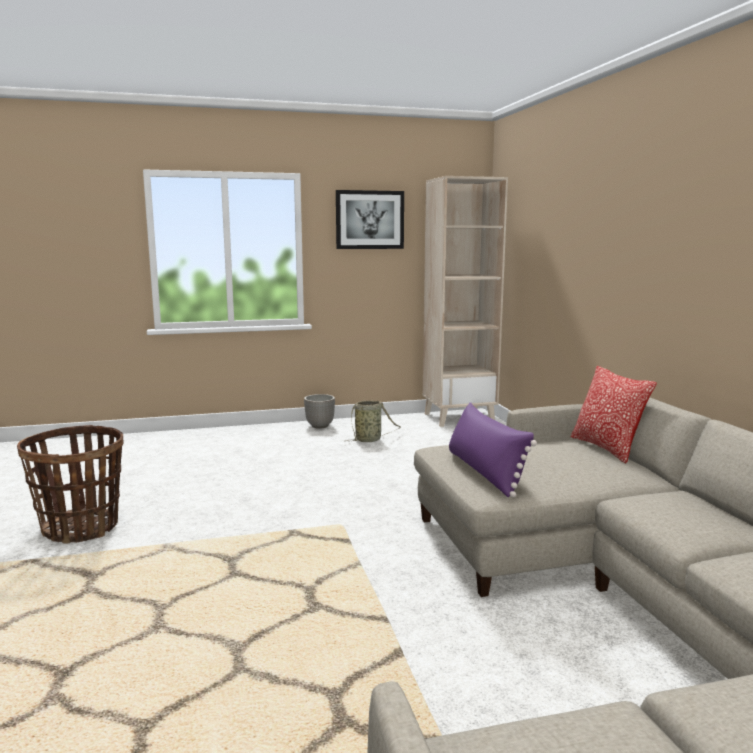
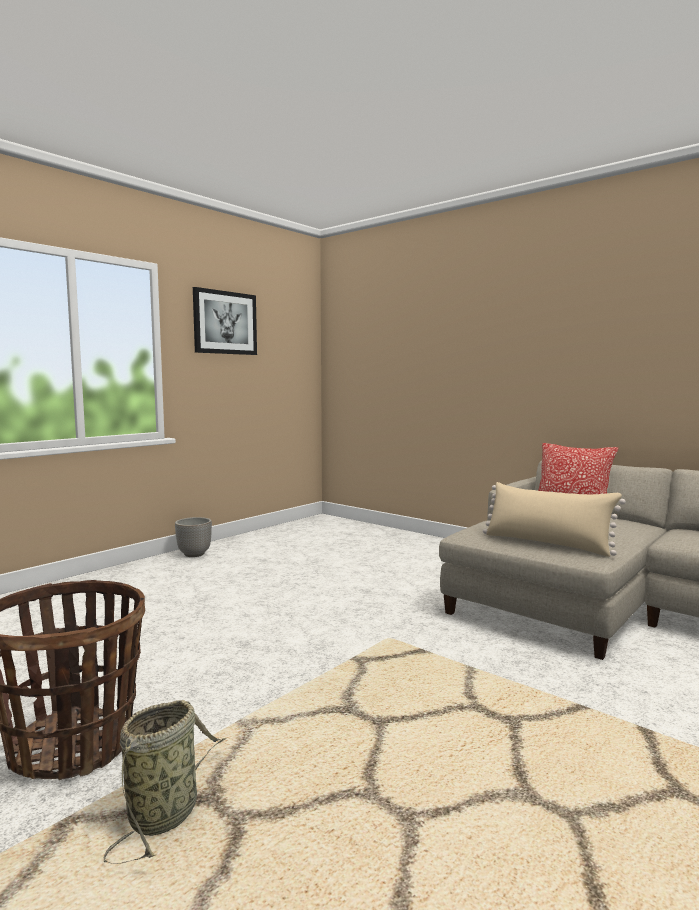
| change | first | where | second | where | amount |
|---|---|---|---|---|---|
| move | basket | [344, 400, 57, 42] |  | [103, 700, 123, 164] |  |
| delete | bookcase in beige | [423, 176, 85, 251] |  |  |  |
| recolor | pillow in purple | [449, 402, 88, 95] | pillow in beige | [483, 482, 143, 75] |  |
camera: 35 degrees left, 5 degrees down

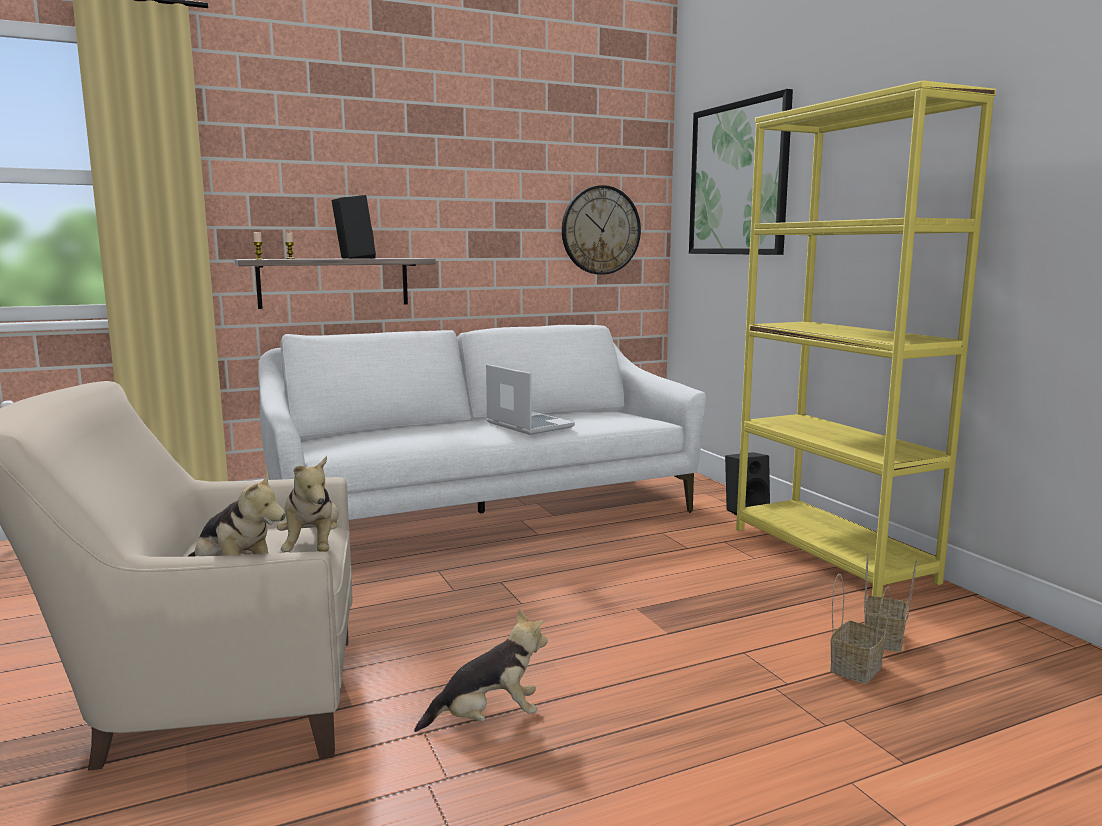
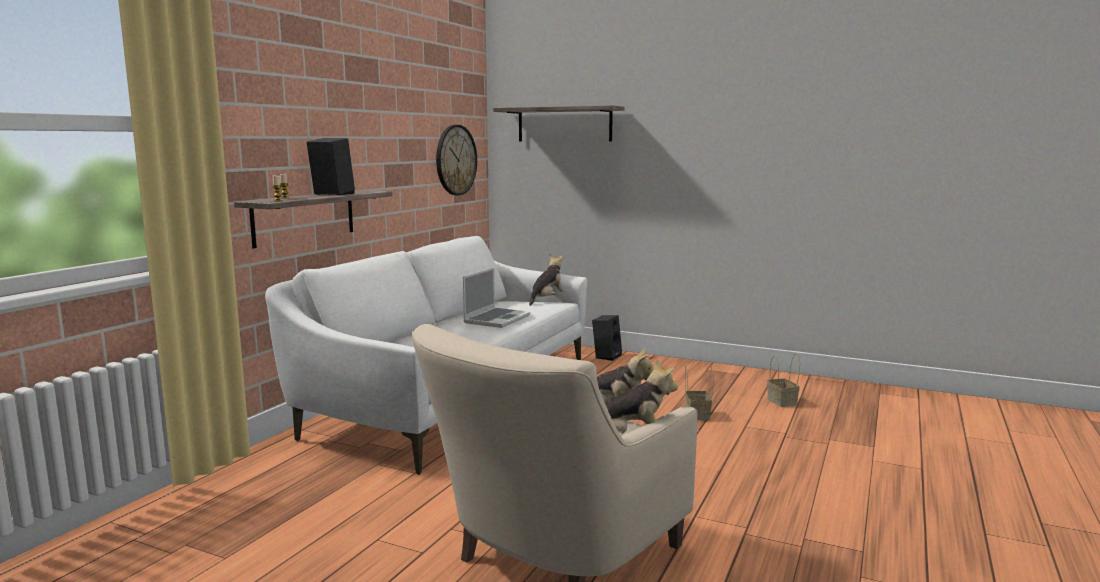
| change | first | where | second | where | amount |
|---|---|---|---|---|---|
| move | plush toy | [414, 609, 134, 123] |  | [529, 254, 34, 52] |  |
| rotate | laptop | [486, 364, 89, 71] |  | [463, 268, 67, 60] | 105 degrees clockwise |
| replace | picture | [689, 89, 104, 166] | shelf | [493, 105, 132, 37] |  |
| delete | bookcase in yellow | [736, 80, 260, 517] |  |  |  |
| move | basket | [830, 574, 60, 110] |  | [685, 365, 29, 55] |  |
camera: 40 degrees left, 0 degrees up

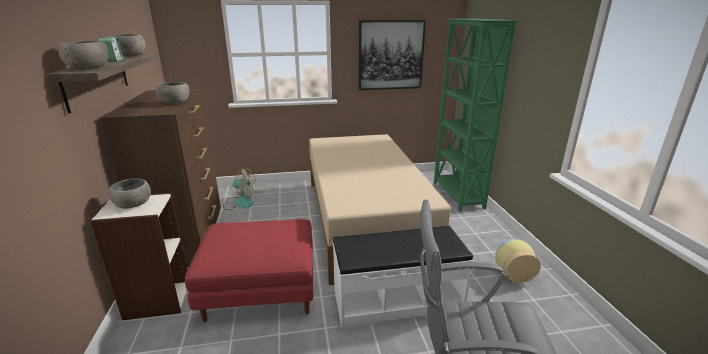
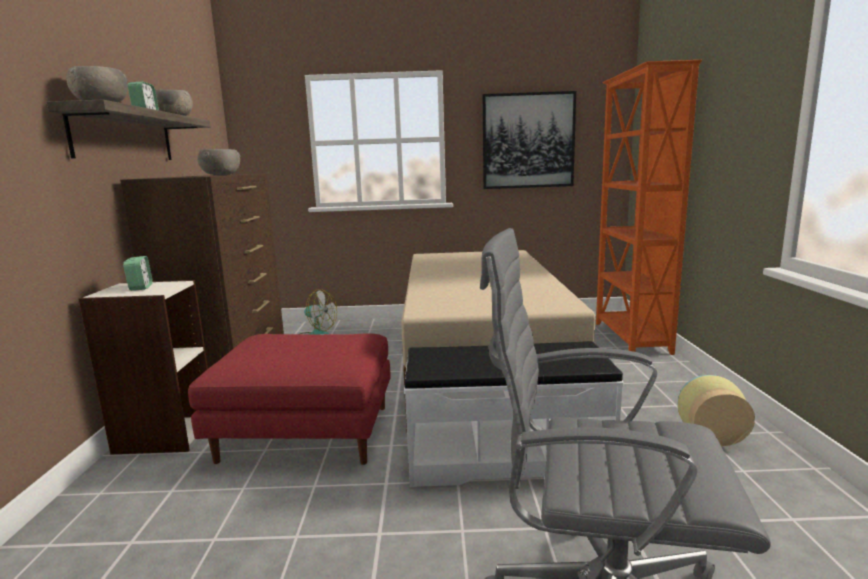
| change | first | where | second | where | amount |
|---|---|---|---|---|---|
| replace | bowl in grey | [108, 179, 43, 30] | alarm clock | [123, 256, 30, 35] |  |
| recolor | bookcase in green | [434, 19, 84, 193] | bookcase in orange | [596, 60, 106, 295] |  |
camera: 10 degrees right, 10 degrees down

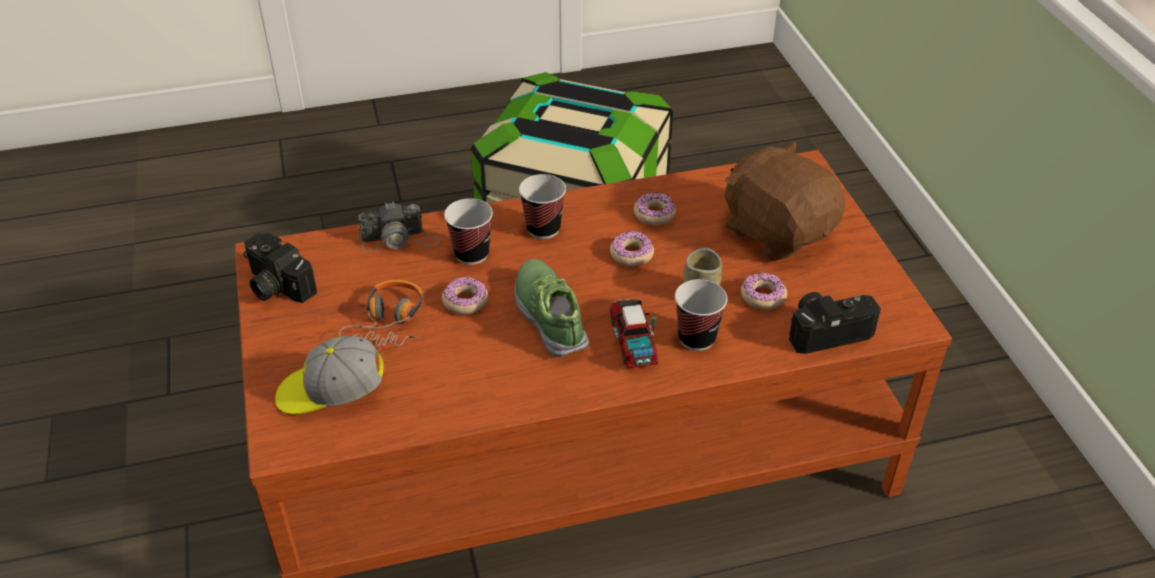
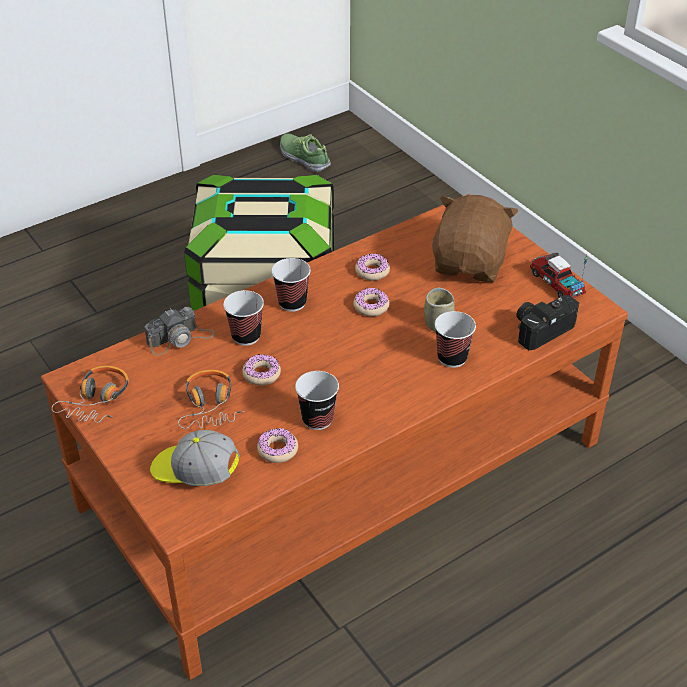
| change | first | where | second | where | amount |
|---|---|---|---|---|---|
| replace | photo camera | [243, 233, 74, 70] | headphones | [52, 365, 77, 58] |  |
| rotate | cap | [275, 336, 109, 79] |  | [150, 430, 90, 56] | 45 degrees clockwise |
| move | shoe | [514, 259, 75, 99] |  | [280, 133, 51, 40] |  |
| move | toy truck | [609, 299, 49, 70] |  | [530, 252, 58, 46] |  |
| rotate | plush toy in brown | [724, 141, 121, 120] |  | [432, 195, 86, 87] | 75 degrees clockwise |
| move | donut | [741, 272, 46, 38] |  | [257, 428, 41, 35] |  |
| insert |  |  | cup | [295, 371, 44, 59] |  |
camera: 20 degrees left, 0 degrees up

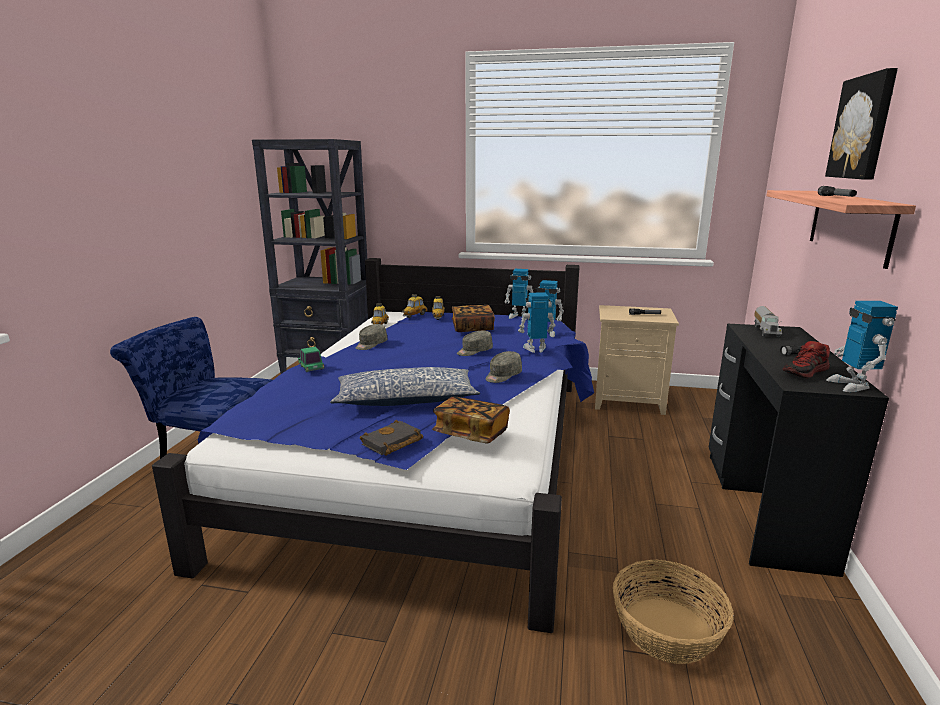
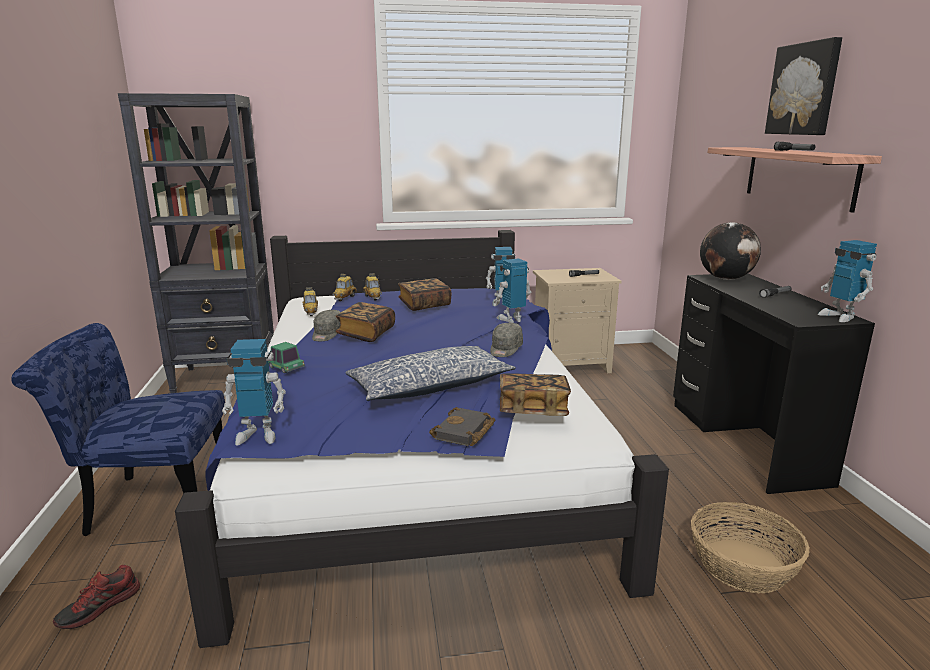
| change | first | where | second | where | amount |
|---|---|---|---|---|---|
| delete | cap in grey | [457, 331, 36, 25] |  |  |  |
| move | toy robot | [504, 269, 29, 51] |  | [222, 339, 64, 106] |  |
| replace | toy truck | [754, 306, 28, 31] | globe | [700, 222, 61, 58] |  |
| move | shoe | [782, 341, 48, 37] |  | [53, 565, 87, 64] |  |
| insert |  |  | book | [336, 302, 59, 40] |  |
camera: 20 degrees left, 0 degrees up

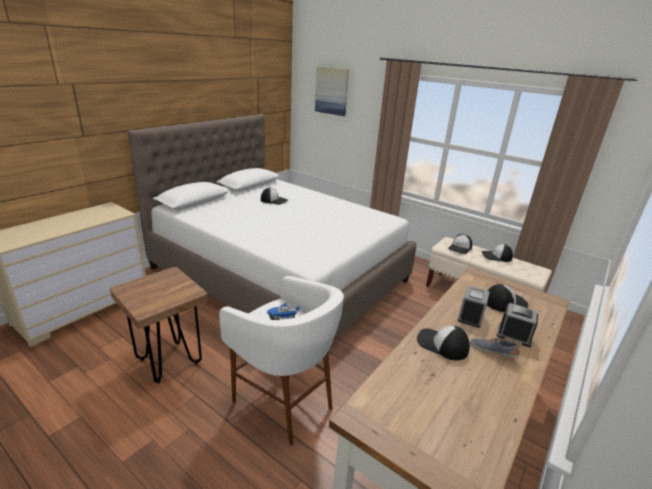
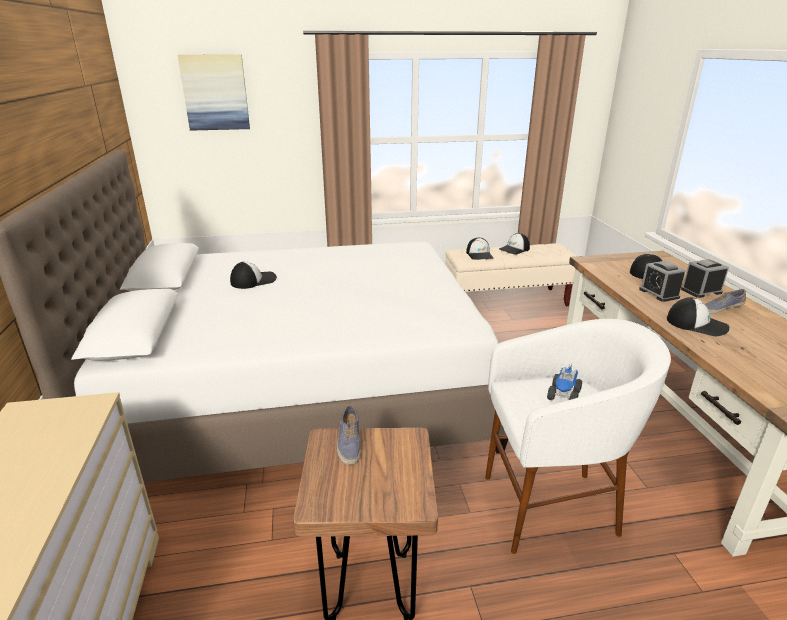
| change | first | where | second | where | amount |
|---|---|---|---|---|---|
| rotate | cap | [417, 325, 53, 35] |  | [667, 297, 63, 40] | 135 degrees counterclockwise |
| insert |  |  | shoe | [337, 404, 23, 61] |  |
camera: 45 degrees left, 0 degrees up

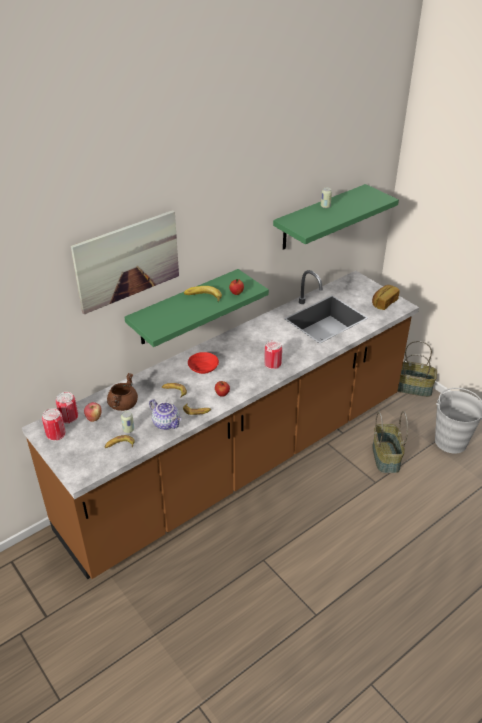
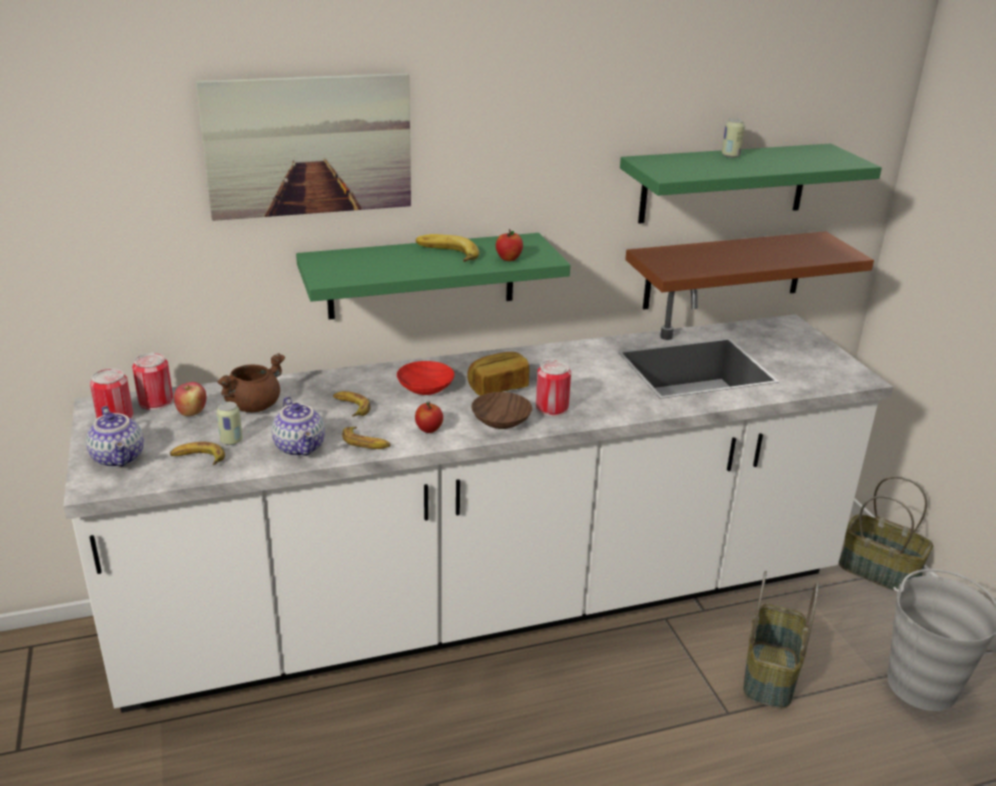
| change | first | where | second | where | amount |
|---|---|---|---|---|---|
| recolor | counter in brown | [22, 270, 397, 310] | counter in white | [63, 289, 830, 424] |  |
| move | bread | [372, 285, 28, 25] |  | [467, 352, 62, 44] |  |
| insert |  |  | teapot | [86, 406, 58, 62] |  |
| insert |  |  | bowl in brown | [471, 392, 61, 37] |  |
| insert |  |  | shelf in brown | [625, 231, 249, 79] |  |
camera: 20 degrees right, 10 degrees down

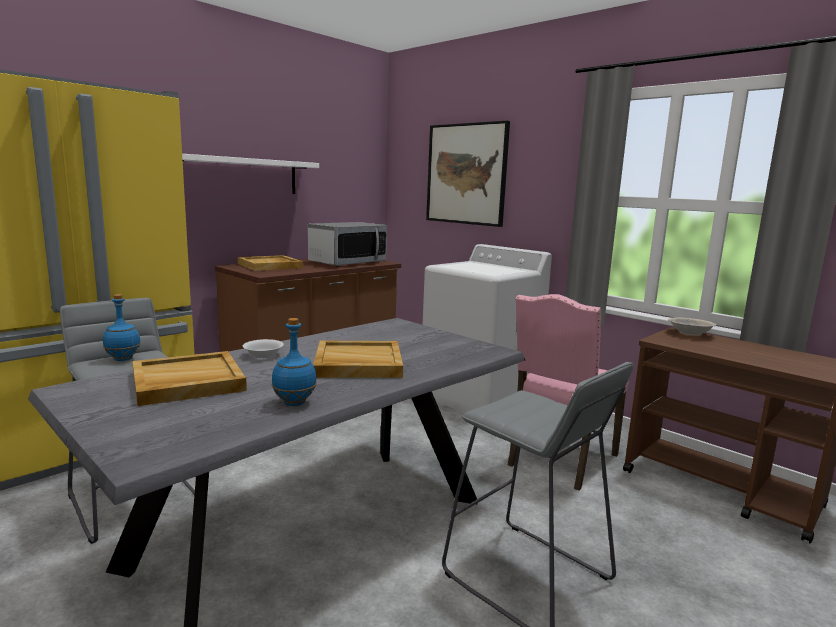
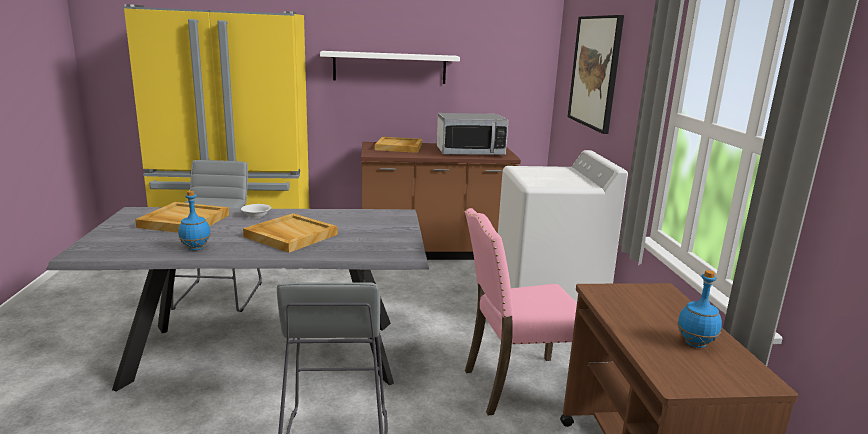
| change | first | where | second | where | amount |
|---|---|---|---|---|---|
| move | bottle in blue | [103, 294, 38, 67] |  | [678, 270, 44, 78] |  |
| delete | bowl in beige | [668, 317, 49, 19] |  |  |  |
camera: 40 degrees right, 5 degrees up

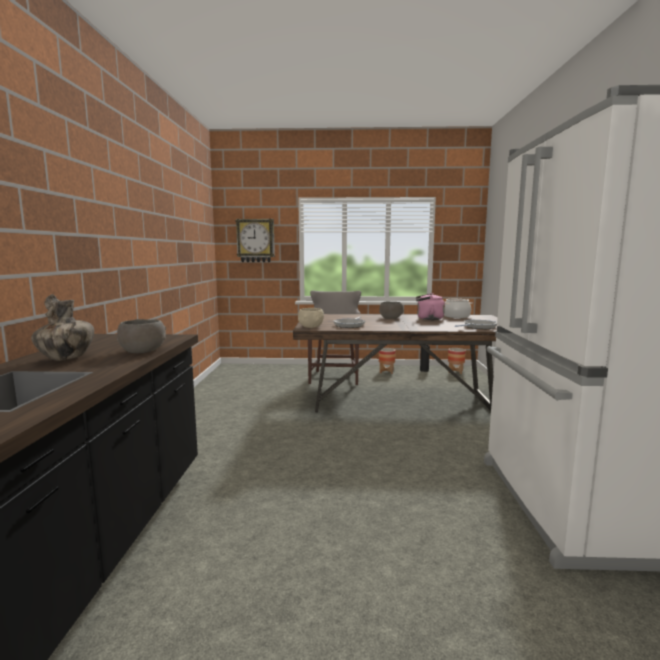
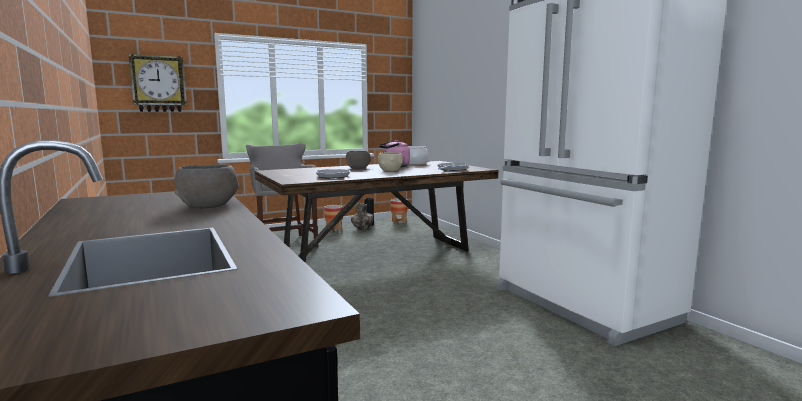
| change | first | where | second | where | amount |
|---|---|---|---|---|---|
| move | vase | [31, 294, 63, 67] |  | [351, 202, 23, 28] |  |
| move | bowl in beige | [298, 308, 26, 20] |  | [378, 152, 25, 19] |  |
camera: 30 degrees left, 0 degrees up

